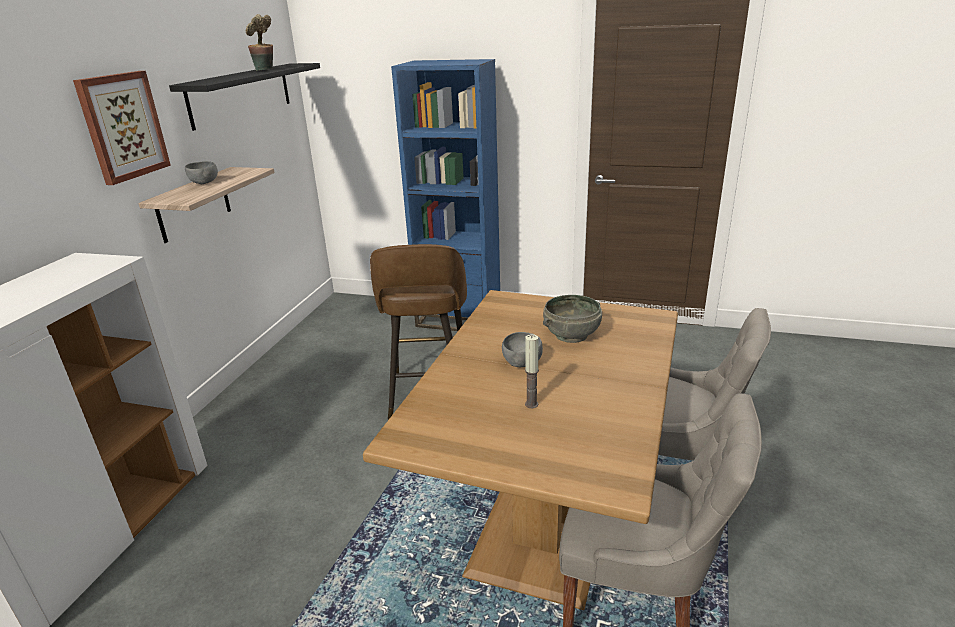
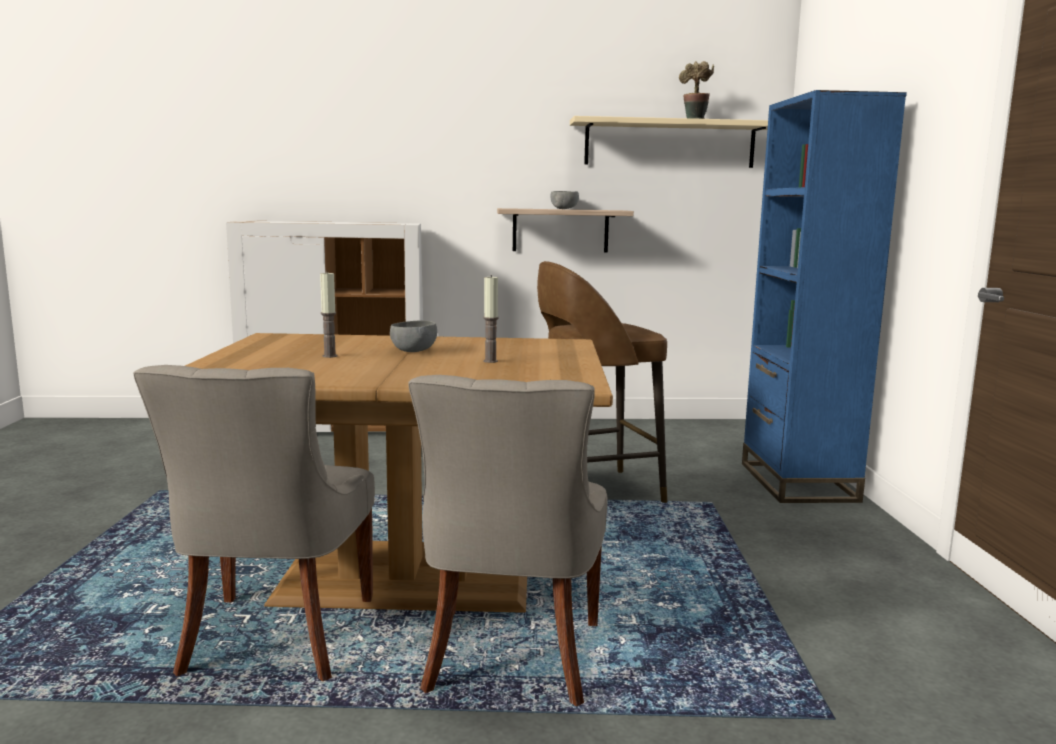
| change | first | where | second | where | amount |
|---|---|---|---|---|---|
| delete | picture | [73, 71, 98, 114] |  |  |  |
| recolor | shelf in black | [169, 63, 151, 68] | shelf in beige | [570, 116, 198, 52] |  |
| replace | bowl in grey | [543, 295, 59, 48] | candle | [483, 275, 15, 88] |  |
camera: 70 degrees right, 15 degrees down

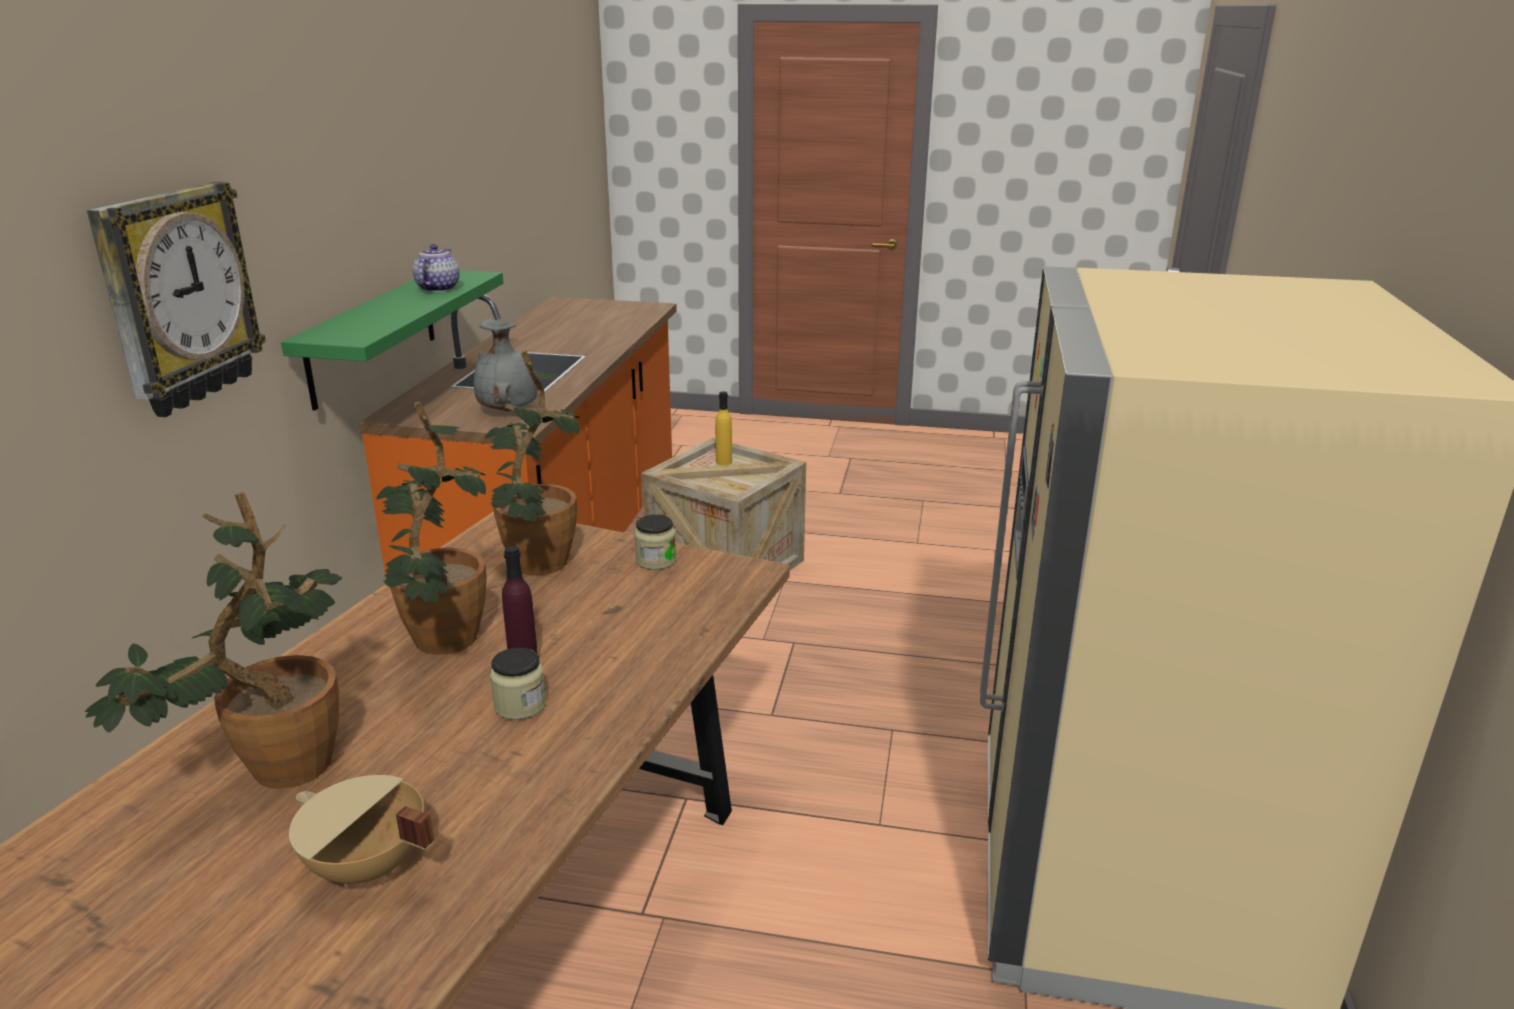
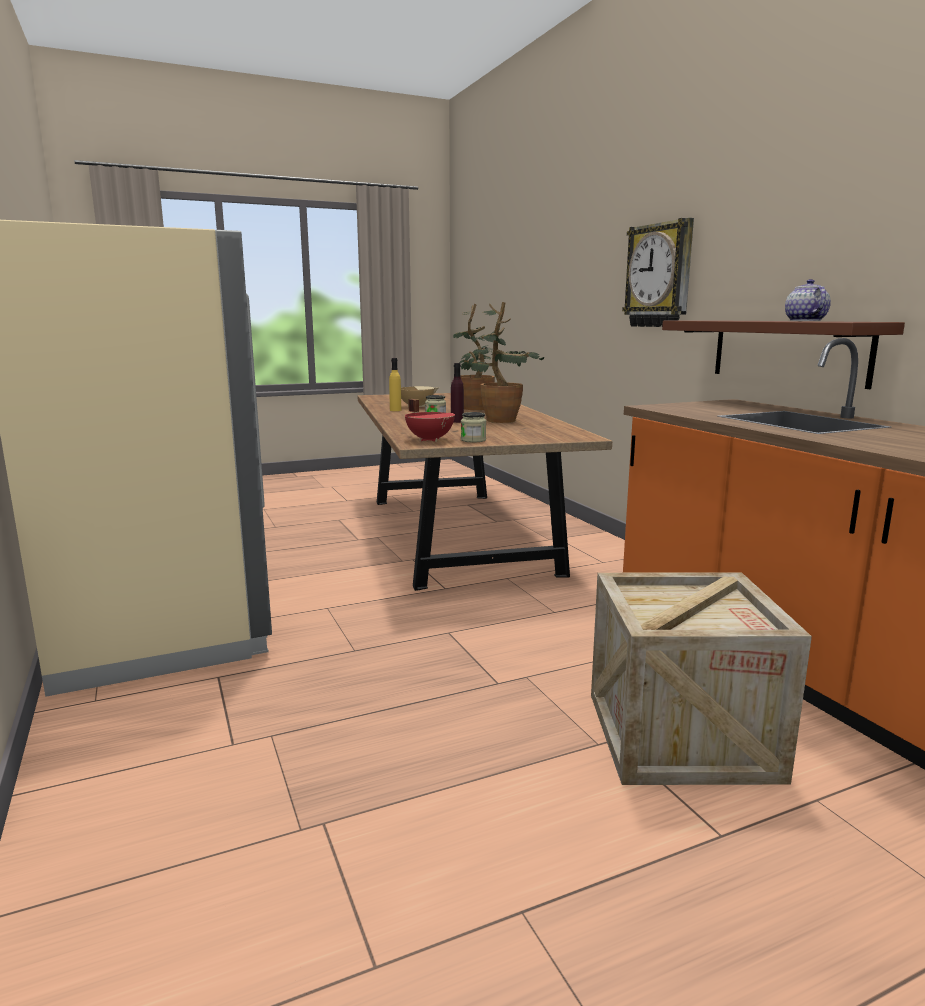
| change | first | where | second | where | amount |
|---|---|---|---|---|---|
| recolor | shelf in green | [281, 270, 222, 141] | shelf in brown | [662, 320, 243, 69] |  |
| rotate | teapot | [413, 244, 47, 48] |  | [785, 279, 46, 42] | 150 degrees counterclockwise |
| delete | vase in grey | [474, 319, 64, 93] |  |  |  |
| delete | potted plant | [485, 350, 95, 226] |  |  |  |
| move | bottle in yellow | [715, 391, 17, 74] |  | [389, 358, 12, 53] |  |
| insert |  |  | cooking pot in red | [405, 399, 50, 43] |  |
camera: 145 degrees right, 10 degrees down

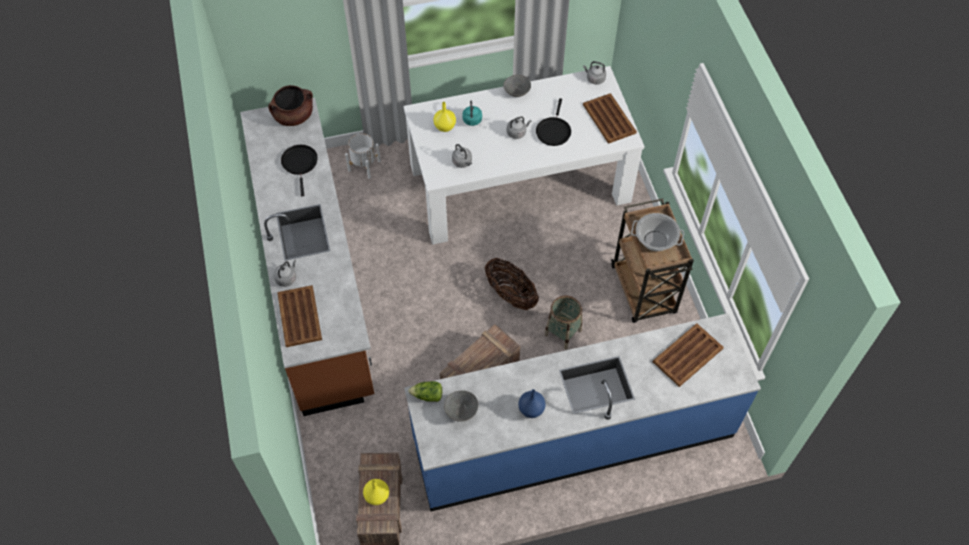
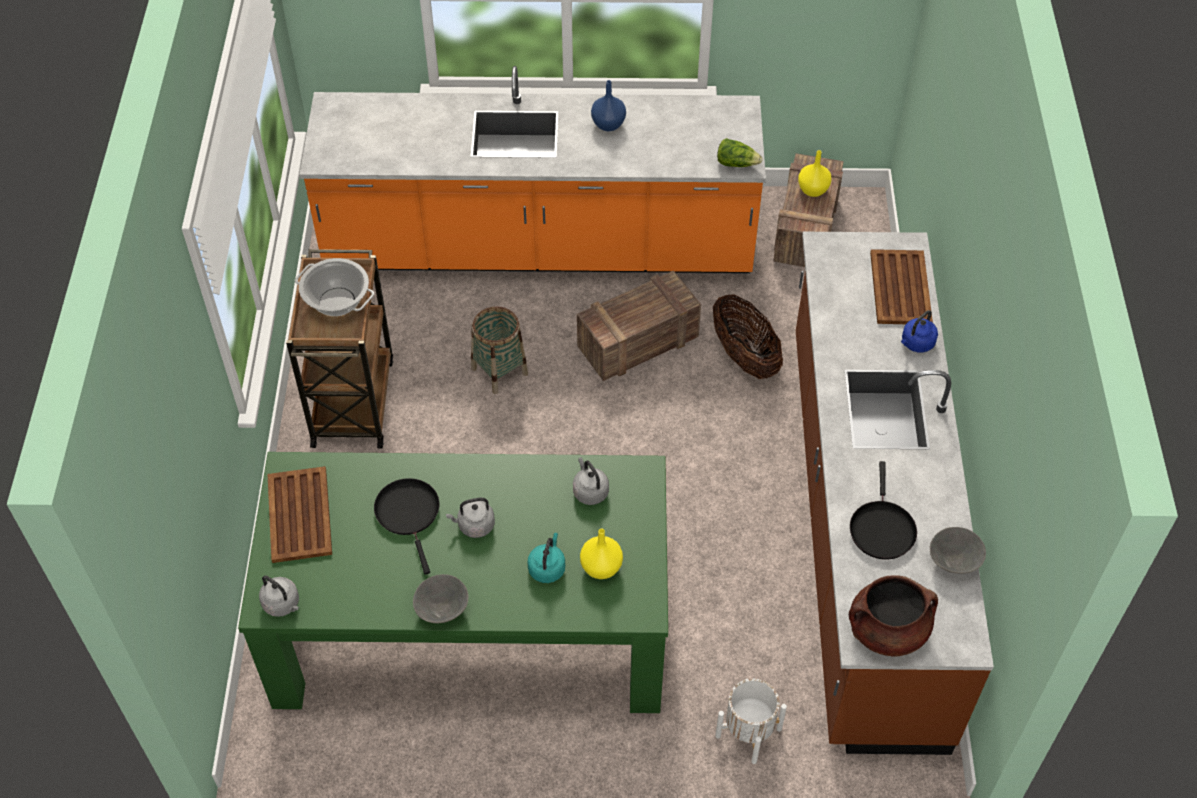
| change | first | where | second | where | amount |
|---|---|---|---|---|---|
| recolor | kettle in grey | [273, 260, 23, 27] | kettle in blue | [901, 310, 37, 42] |  |
| recolor | dining table in white | [404, 66, 241, 179] | dining table in green | [238, 452, 430, 261] |  |
| recolor | counter in blue | [404, 313, 357, 199] | counter in orange | [299, 66, 467, 207] |  |
| move | bowl in grey | [444, 390, 34, 32] |  | [930, 527, 56, 47] |  |
| move | basket | [485, 258, 54, 52] |  | [713, 294, 70, 85] |  |
| rotate | frying pan in black | [536, 98, 35, 48] |  | [374, 478, 65, 97] | 45 degrees counterclockwise |
| delete | tray in brown | [653, 323, 71, 64] |  |  |  |
camera: 165 degrees left, 5 degrees down

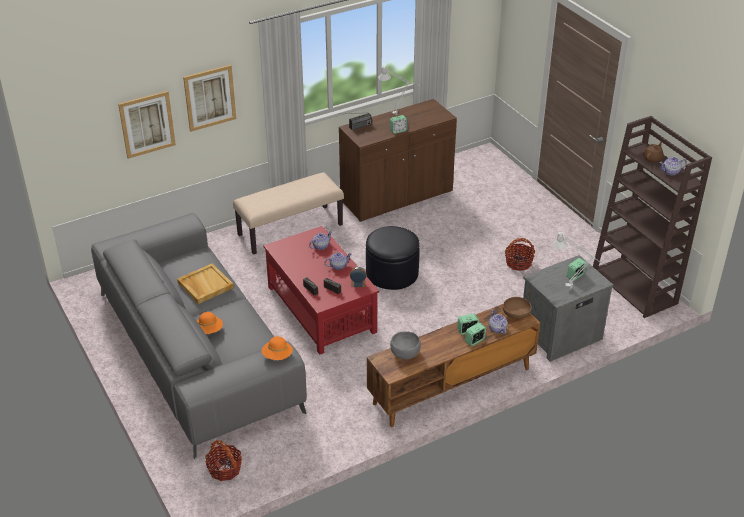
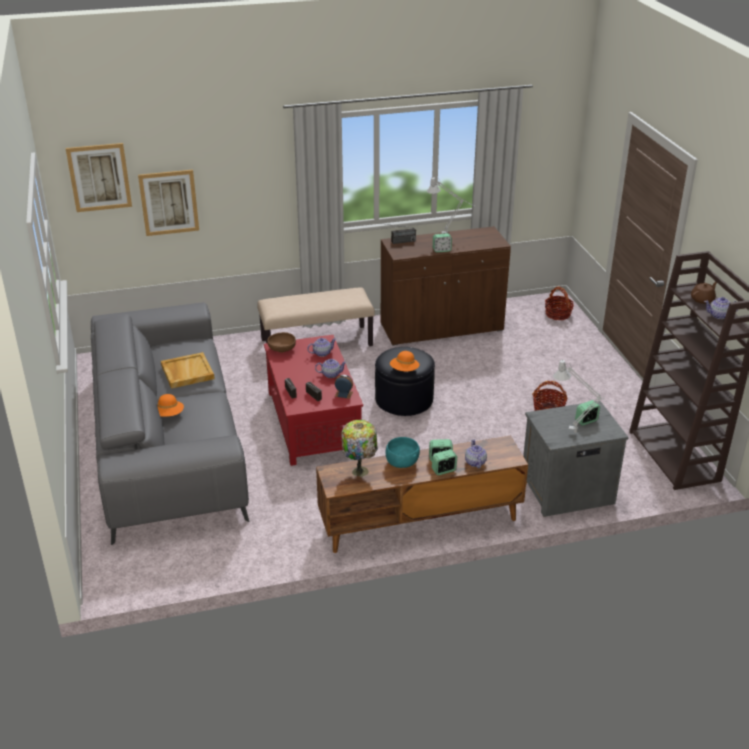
| change | first | where | second | where | amount |
|---|---|---|---|---|---|
| move | picture | [183, 65, 53, 67] |  | [66, 143, 66, 69] |  |
| move | basket | [205, 440, 37, 41] |  | [545, 286, 29, 34] |  |
| move | hat in orange | [262, 336, 31, 24] |  | [390, 351, 29, 21] |  |
| replace | bowl in grey | [390, 331, 31, 28] | table lamp | [342, 420, 36, 57] |  |
| move | bowl in brown | [503, 297, 29, 22] |  | [267, 332, 29, 20] |  |
| insert |  |  | bowl in turquoise | [386, 437, 34, 31] |  |
camera: 15 degrees right, 5 degrees down

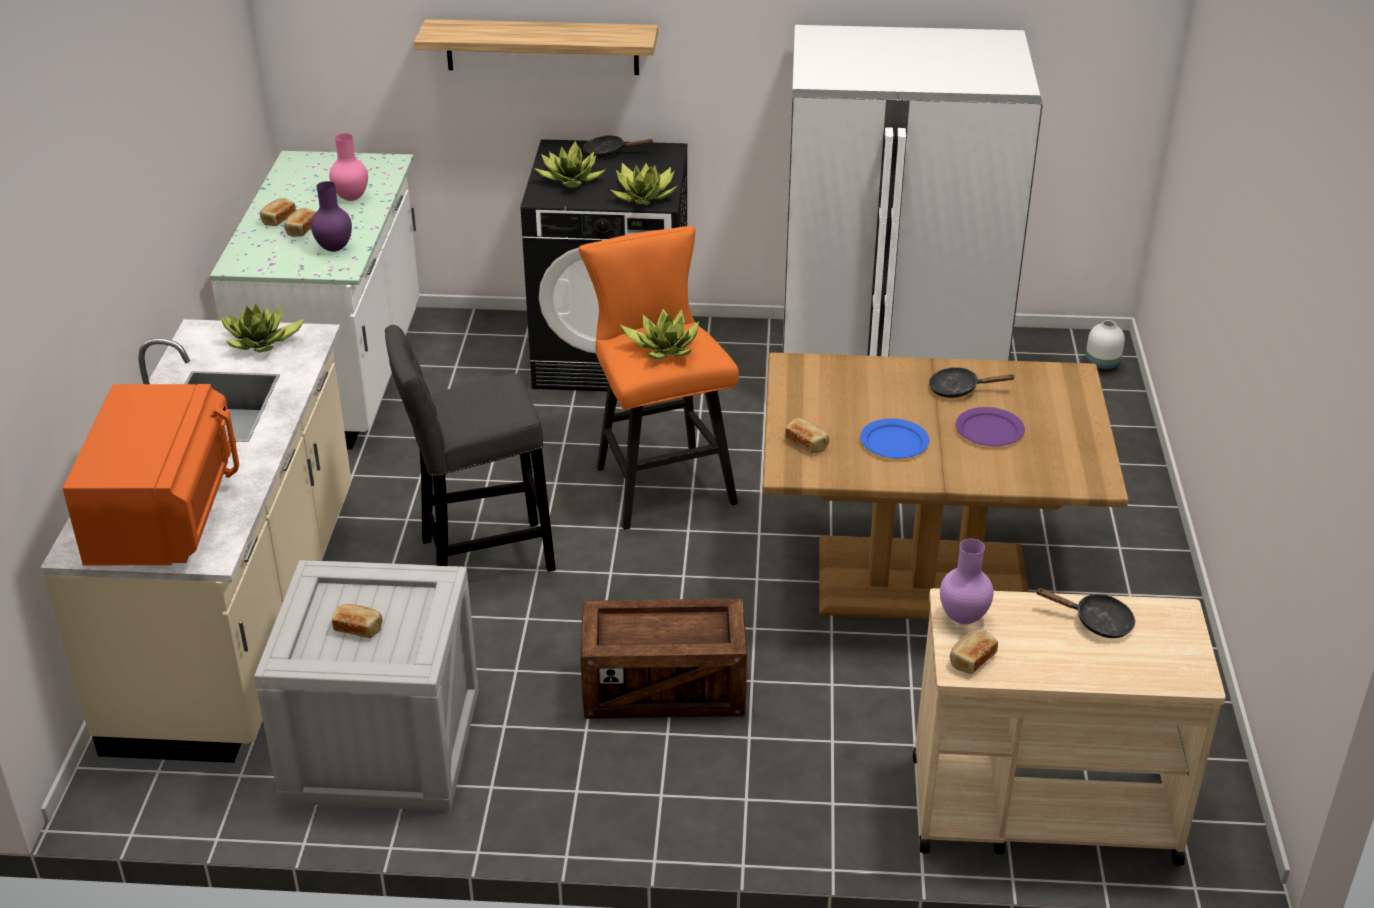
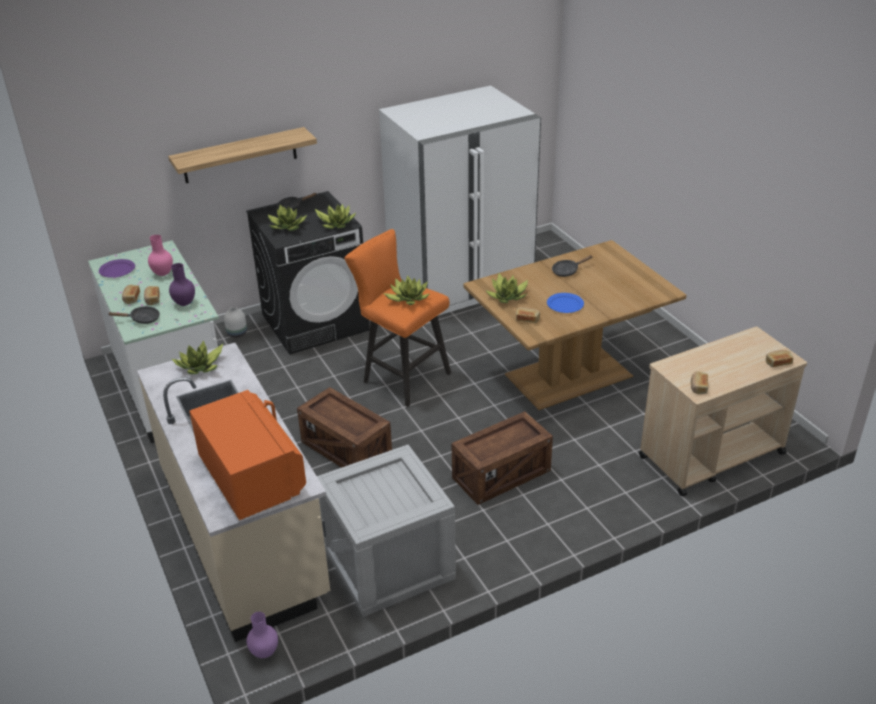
| change | first | where | second | where | amount |
|---|---|---|---|---|---|
| move | bread | [332, 604, 50, 34] |  | [766, 350, 27, 17] |  |
| replace | stool in grey | [385, 325, 171, 247] | crate | [297, 387, 95, 81] |  |
| move | vase in purple | [940, 539, 53, 85] |  | [247, 612, 31, 46] |  |
| move | plate in purple | [956, 407, 69, 39] |  | [99, 259, 36, 19] |  |
| move | frying pan in black | [1035, 588, 100, 50] |  | [109, 306, 51, 18] |  |
| move | vase in white | [1085, 320, 40, 53] |  | [224, 307, 23, 31] |  |
| insert |  |  | potted plant | [485, 273, 43, 30] |  |
camera: 30 degrees left, 0 degrees up

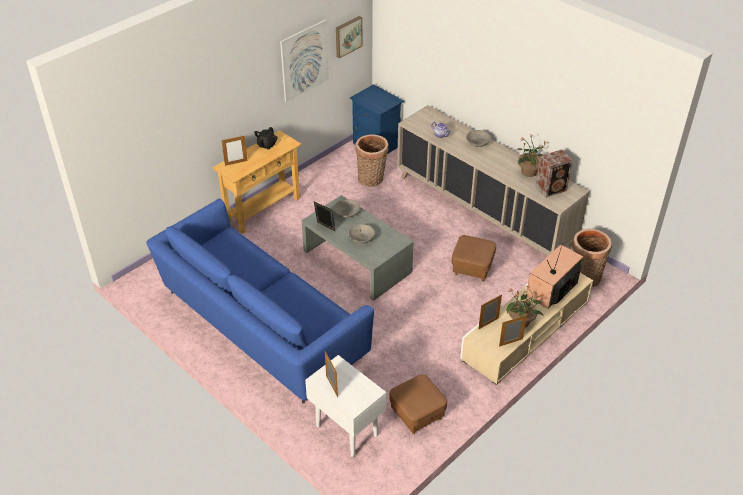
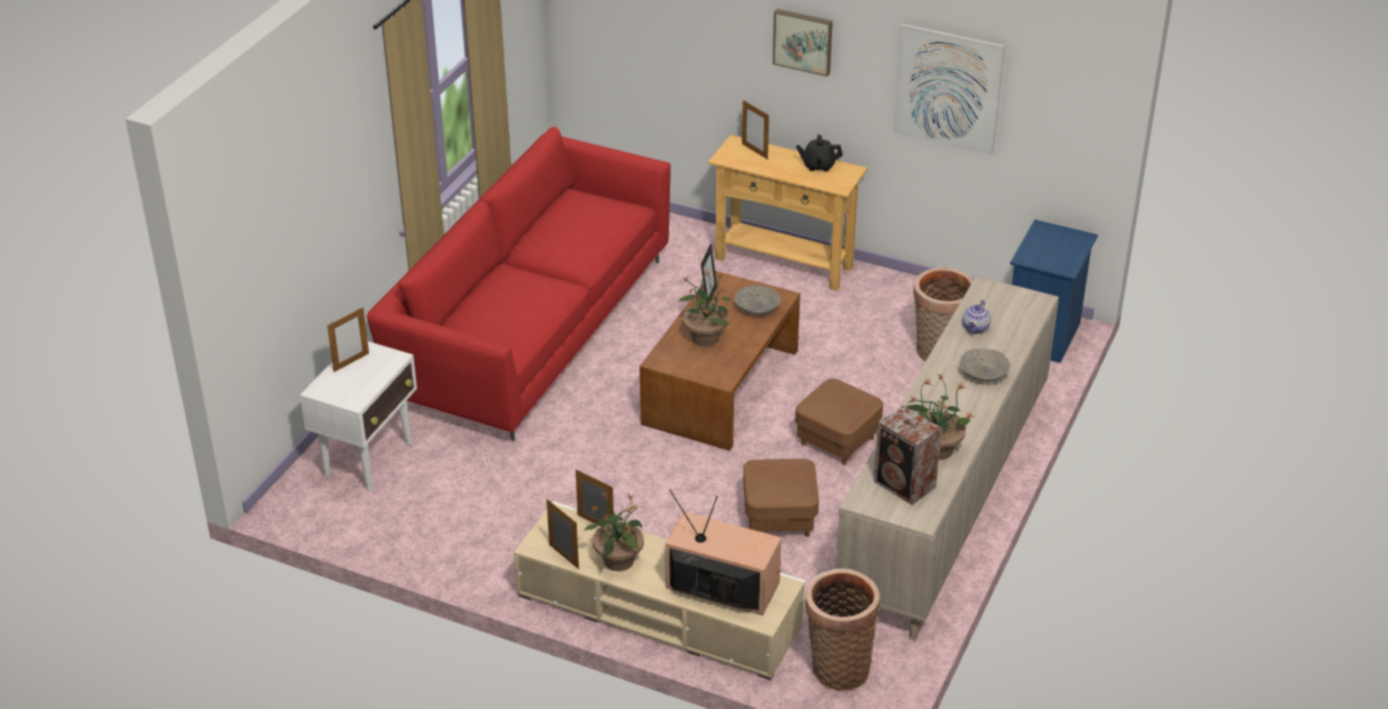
| change | first | where | second | where | amount |
|---|---|---|---|---|---|
| recolor | sofa in blue | [146, 199, 228, 205] | sofa in red | [367, 127, 304, 314] |  |
| recolor | coffee table in grey | [301, 195, 113, 106] | coffee table in brown | [640, 271, 160, 180] |  |
| move | picture | [336, 16, 27, 42] |  | [773, 9, 60, 68] |  |
| replace | bowl in grey | [348, 224, 27, 19] | potted plant | [678, 269, 53, 78] |  |
| move | ottoman in brown | [389, 374, 58, 61] |  | [795, 379, 88, 86] |  |
camera: 70 degrees right, 5 degrees down

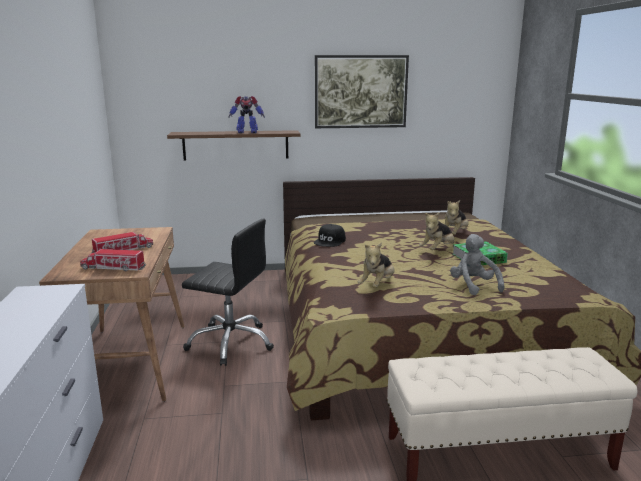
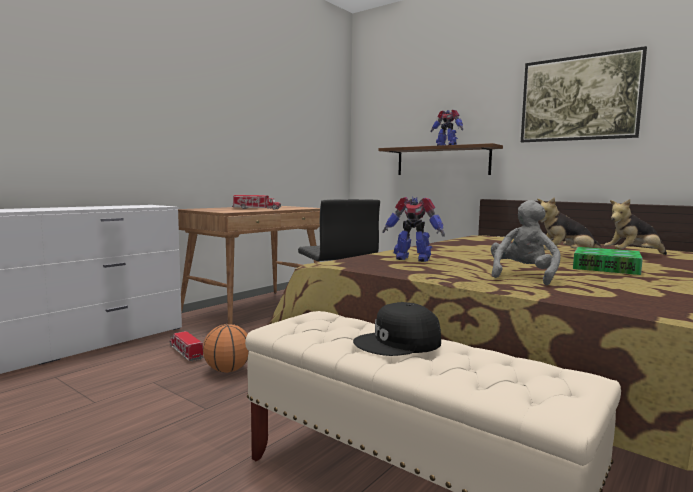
| change | first | where | second | where | amount |
|---|---|---|---|---|---|
| move | toy truck | [80, 249, 66, 22] |  | [170, 331, 33, 30] |  |
| move | cap in black | [314, 224, 32, 23] |  | [353, 302, 88, 54] |  |
| replace | plush toy | [358, 243, 37, 45] | toy robot | [382, 197, 63, 65] |  |
| insert |  |  | basketball | [203, 324, 46, 49] |  |
camera: 45 degrees right, 10 degrees down

